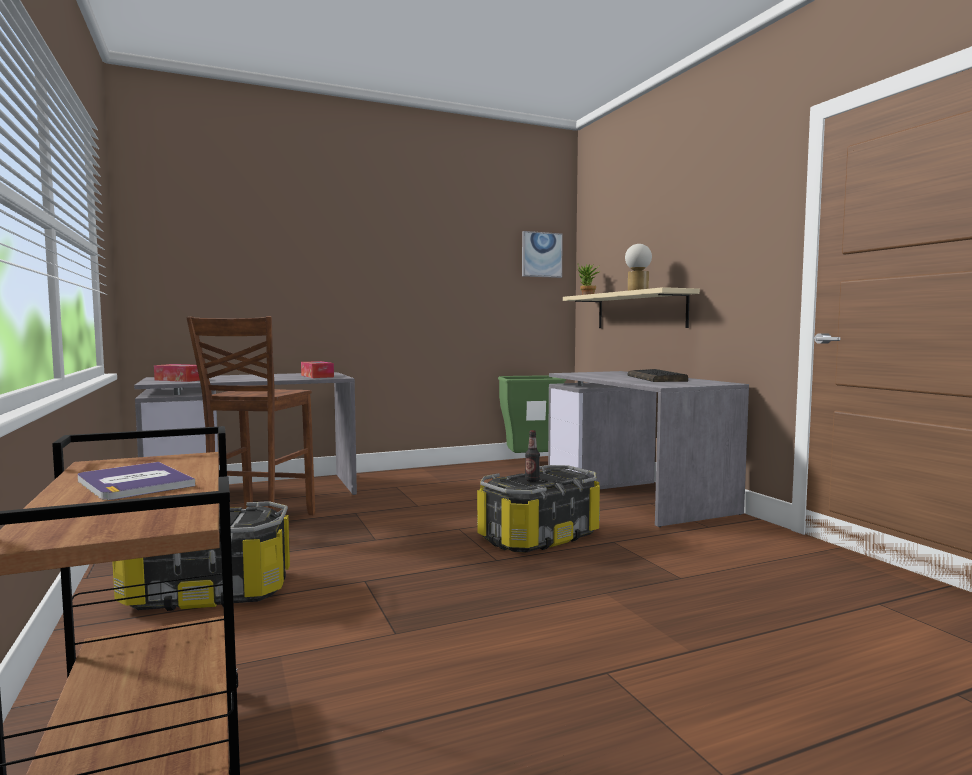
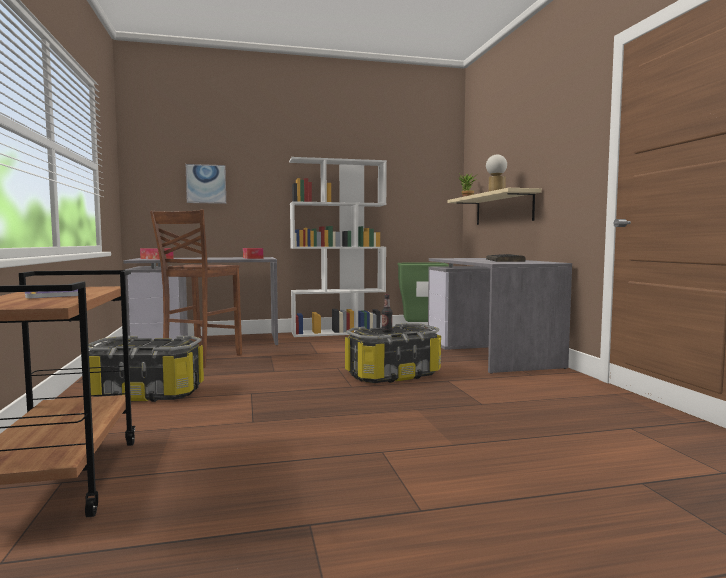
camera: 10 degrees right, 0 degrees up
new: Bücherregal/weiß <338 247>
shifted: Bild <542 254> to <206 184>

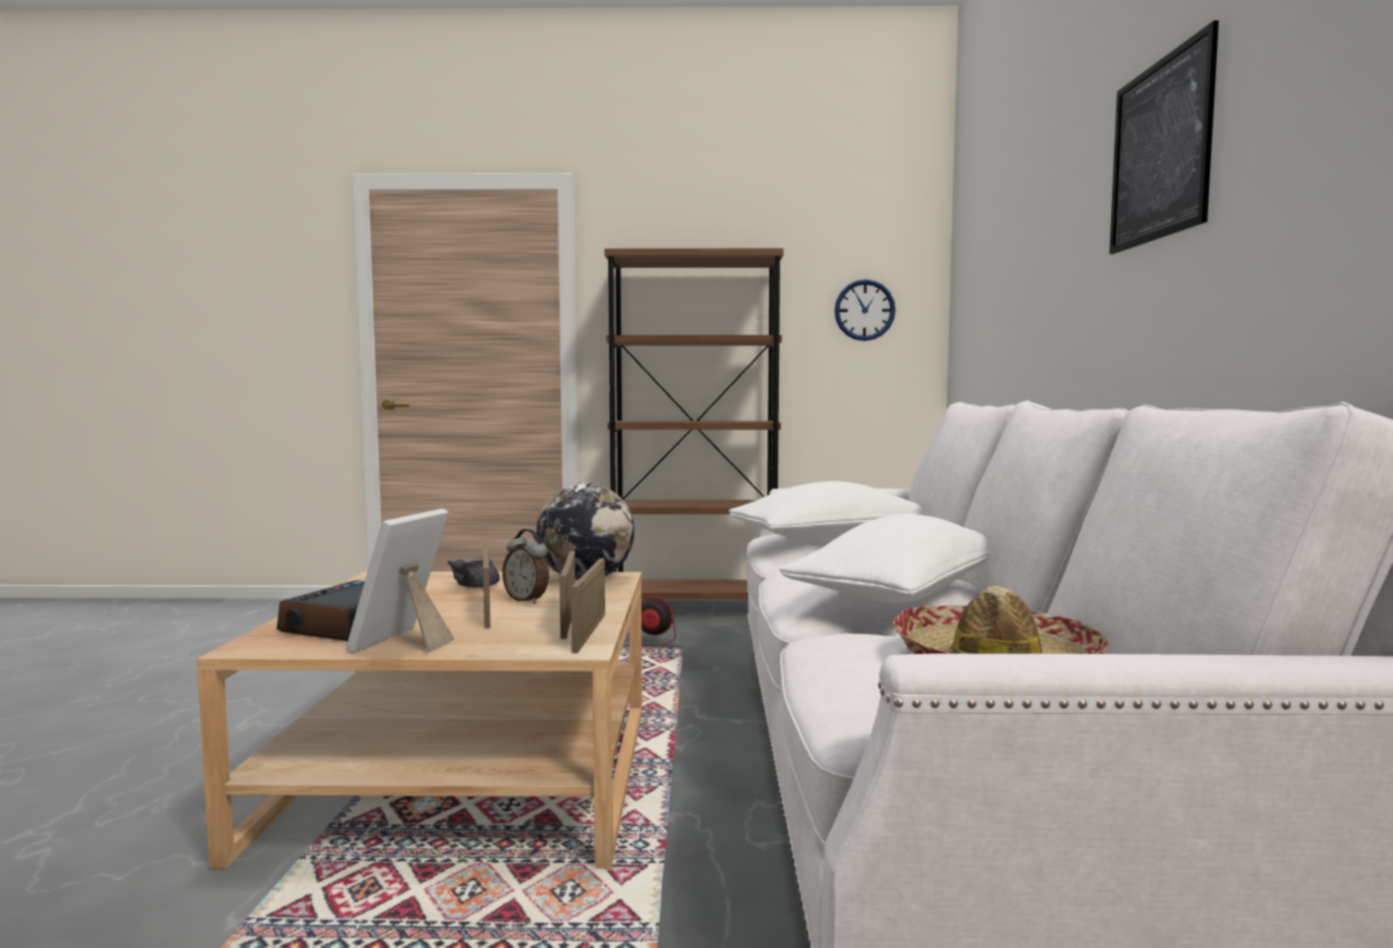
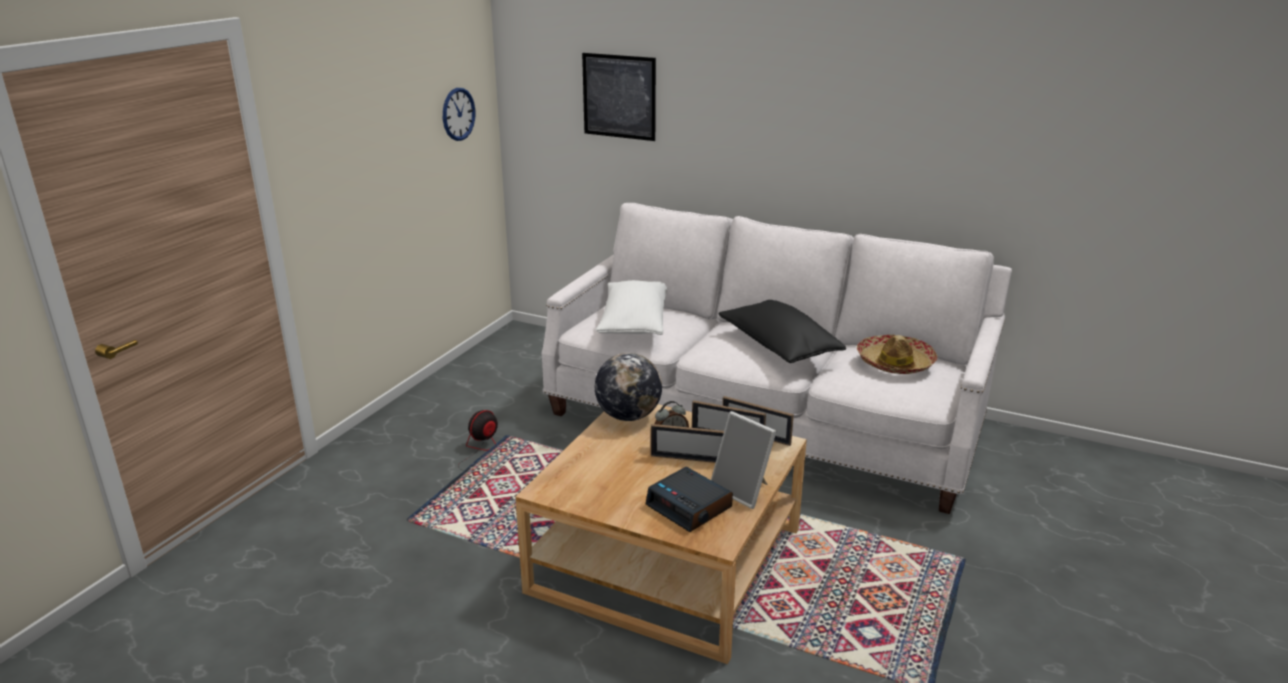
camera: 65 degrees left, 20 degrees up
gone: Teekanne/grau <473 573>; Bücherregal/braun <694 424>
shifted: Bild <1164 137> to <619 97>
repainted: Kissen/weiß <884 558> to Kissen/schwarz <782 331>

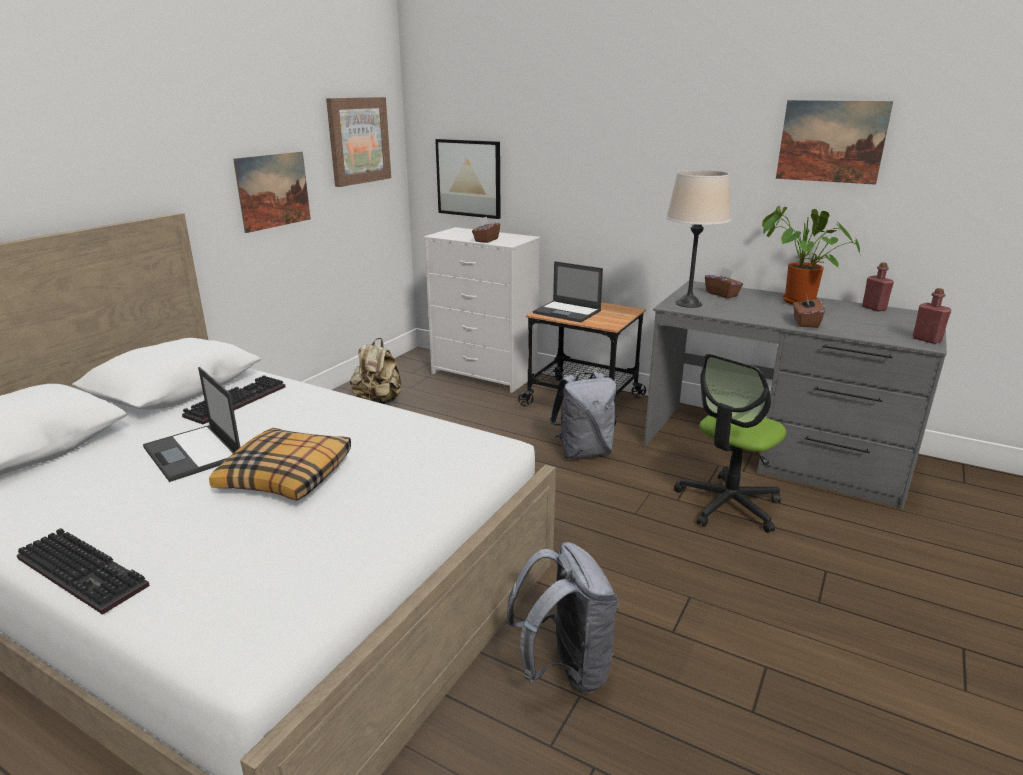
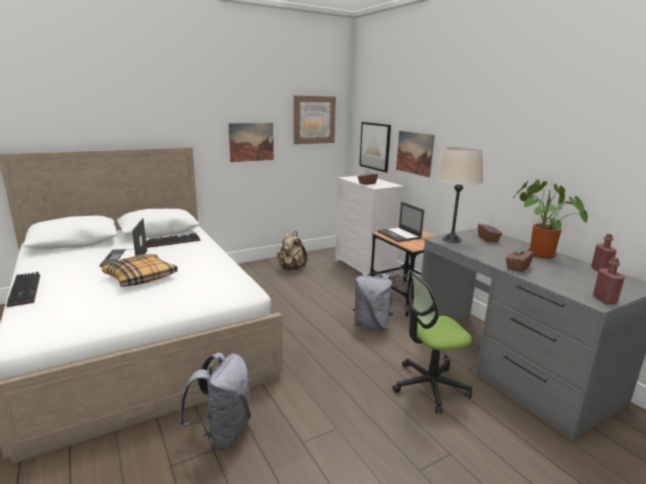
camera: 30 degrees right, 5 degrees down
shifted: Bild <834 142> to <415 154>

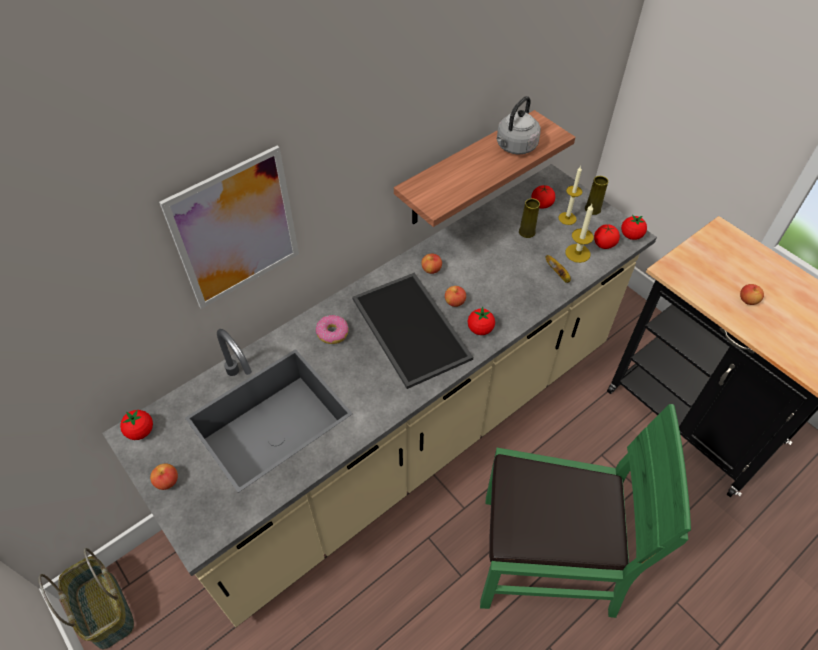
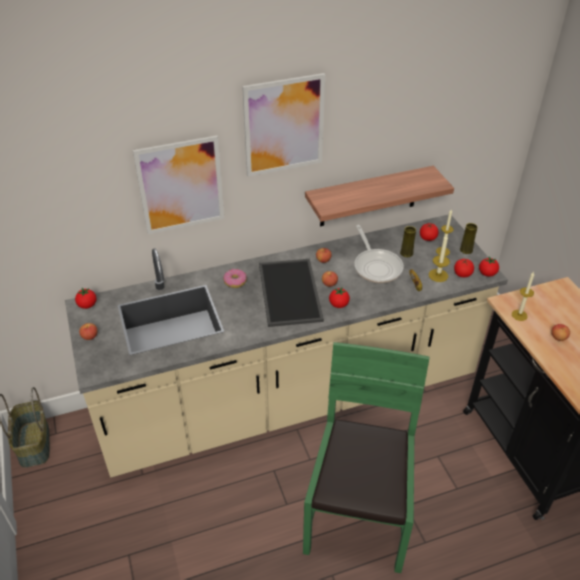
camera: 20 degrees right, 10 degrees down
gone: Wasserkessel/grau <519 125>
new: Bild <283 125>; Pfanne <379 254>; Kerze <523 296>
rotated: Stuhl/grün <585 511> = <366 457> 105 degrees counterclockwise

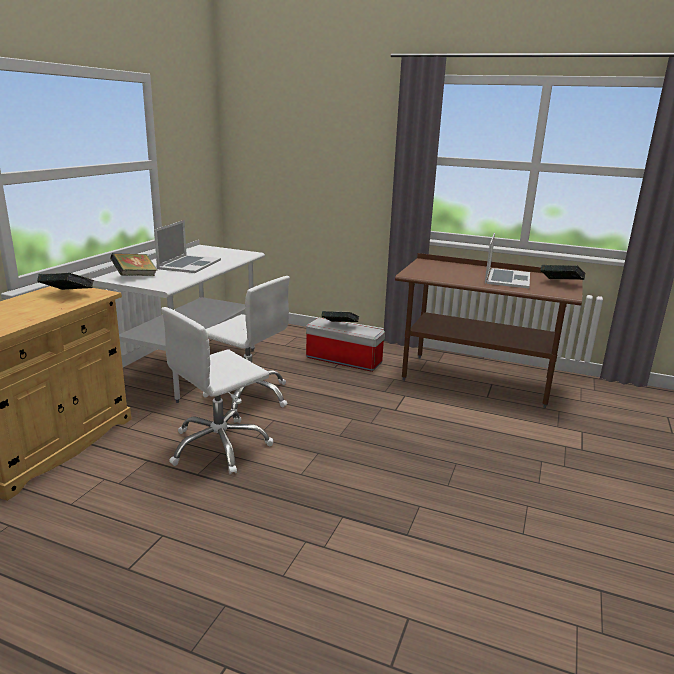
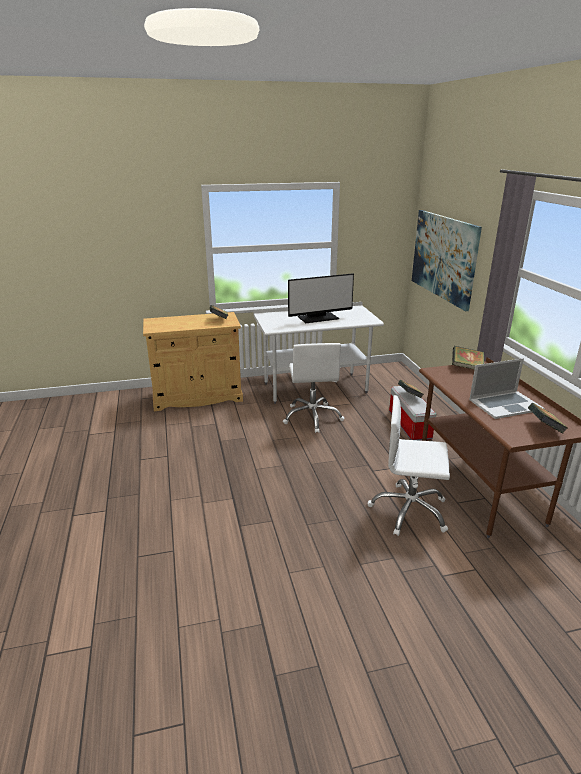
camera: 55 degrees right, 5 degrees up
new: Bild <447 260>
shifted: Bürostuhl/weiß <217 390> to <409 465>; Buch <133 264> to <468 358>
swapped: Laptop <187 246> to Monitor <321 298>

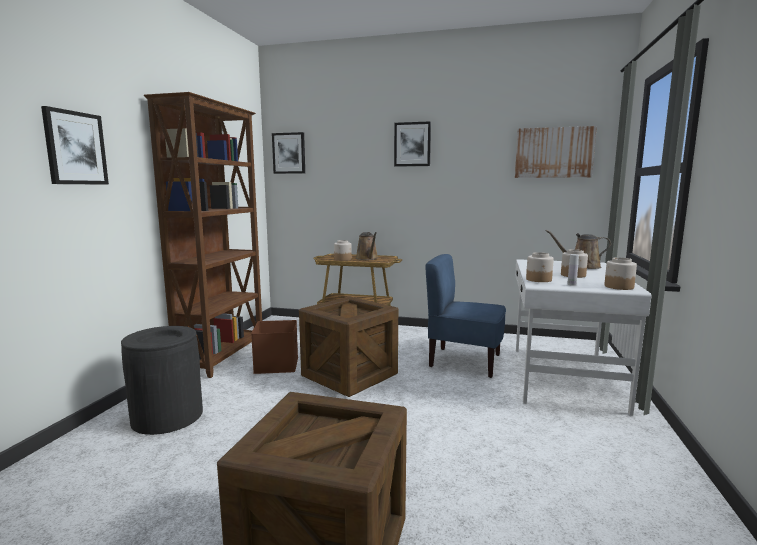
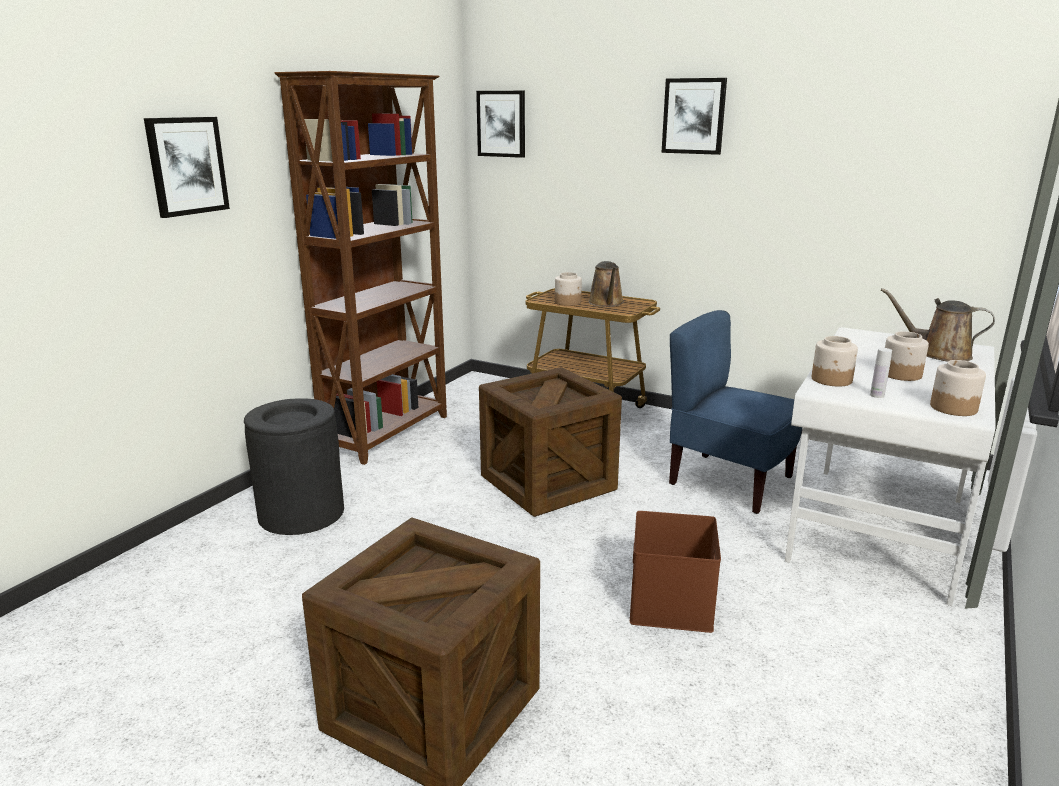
camera: 15 degrees right, 10 degrees up
gone: Bild <556 152>
shifted: Aufbewahrungsbox/braun <274 347> to <675 572>

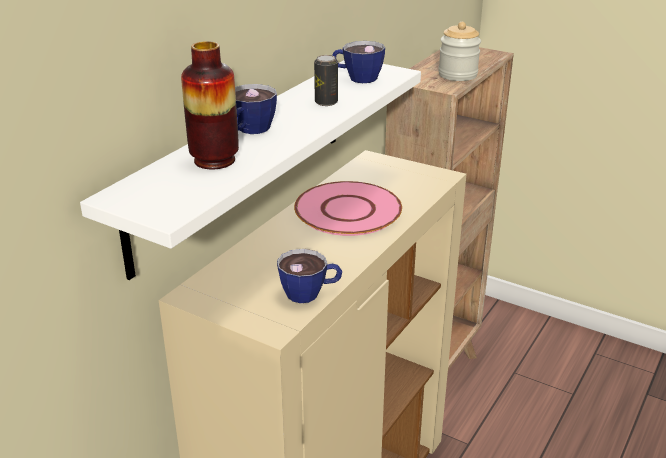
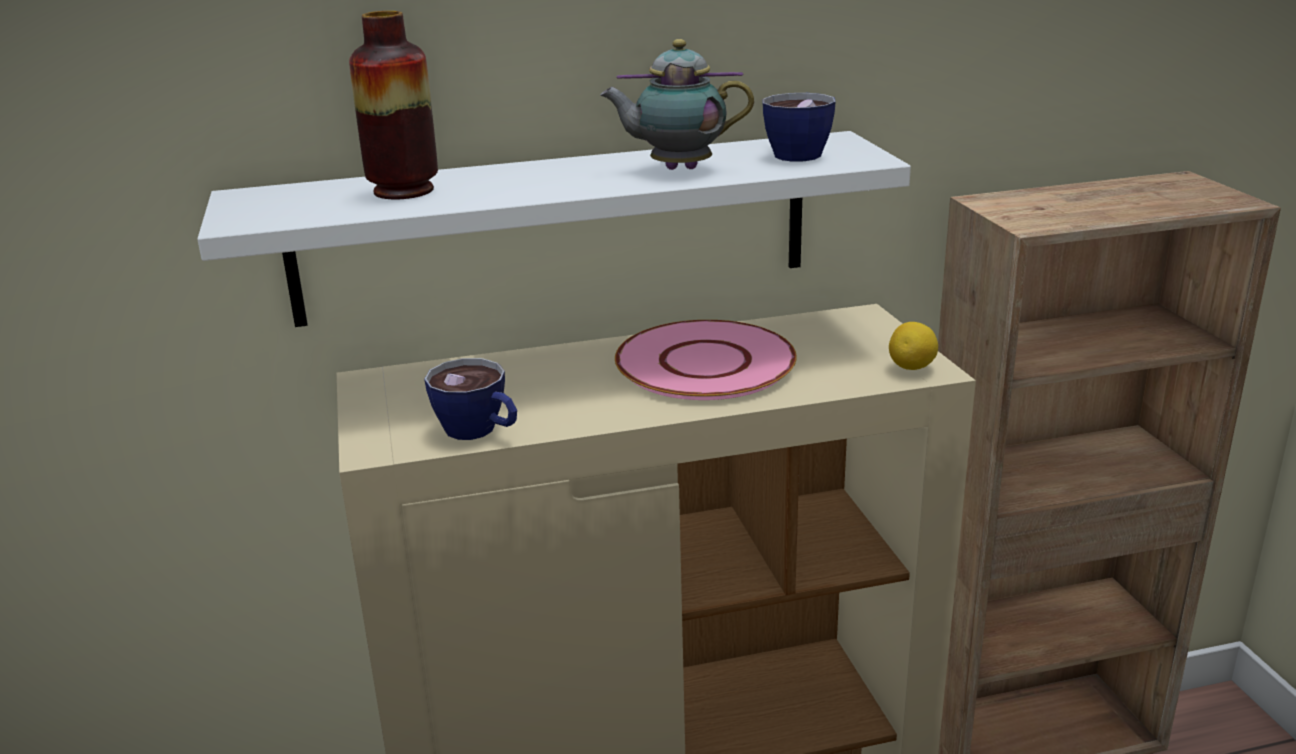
camera: 45 degrees right, 5 degrees down
gone: Tasse <256 109>; Vorratsglas <459 51>
new: Zitrone <913 346>
swapped: Dose <326 80> to Teekanne <677 104>

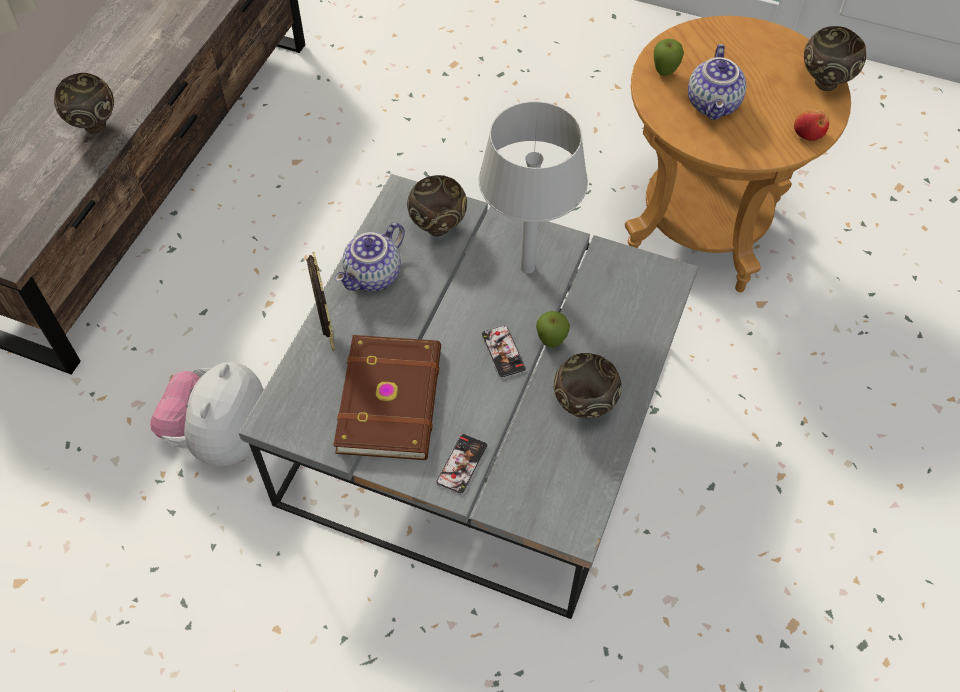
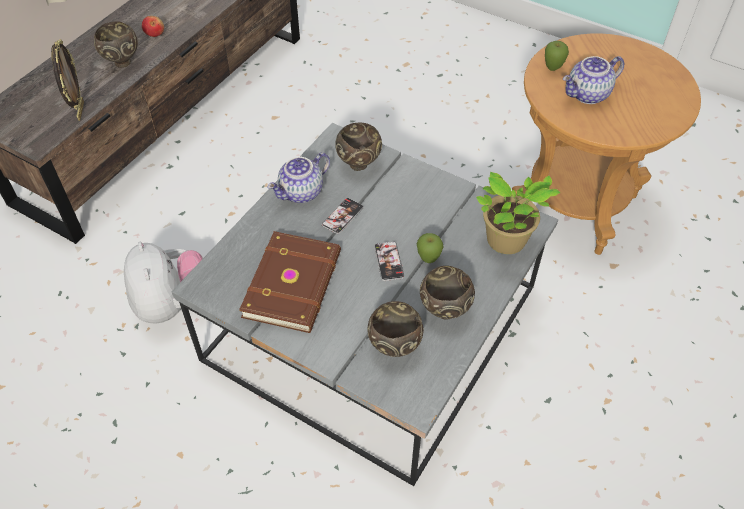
camera: 10 degrees right, 5 degrees down
gone: Tischlampe/grau <533 187>
new: Topfpflanze <518 213>
shifted: Bilderrahmen <320 301> to <67 80>; Apfel <811 125> to <153 26>; Handy <462 464> to <343 216>; Schüssel/braun <835 58> to <395 329>
rotated: Plüschtier <207 414> = <163 282> 135 degrees clockwise; Teekanne <717 82> = <593 80> 45 degrees clockwise

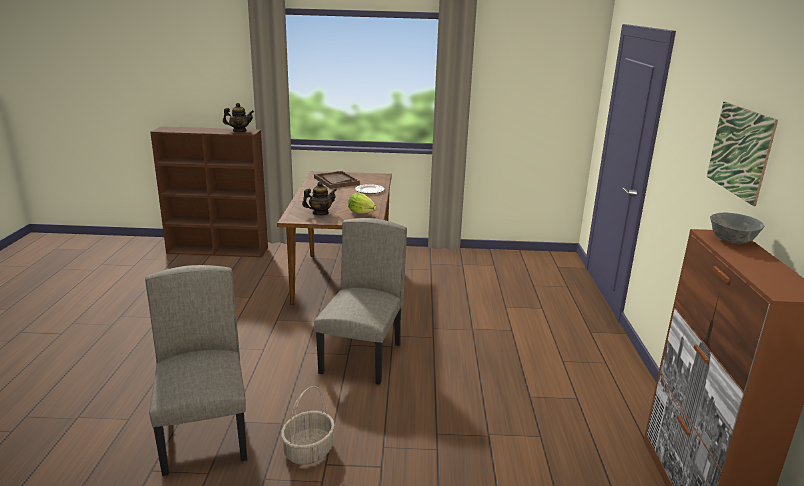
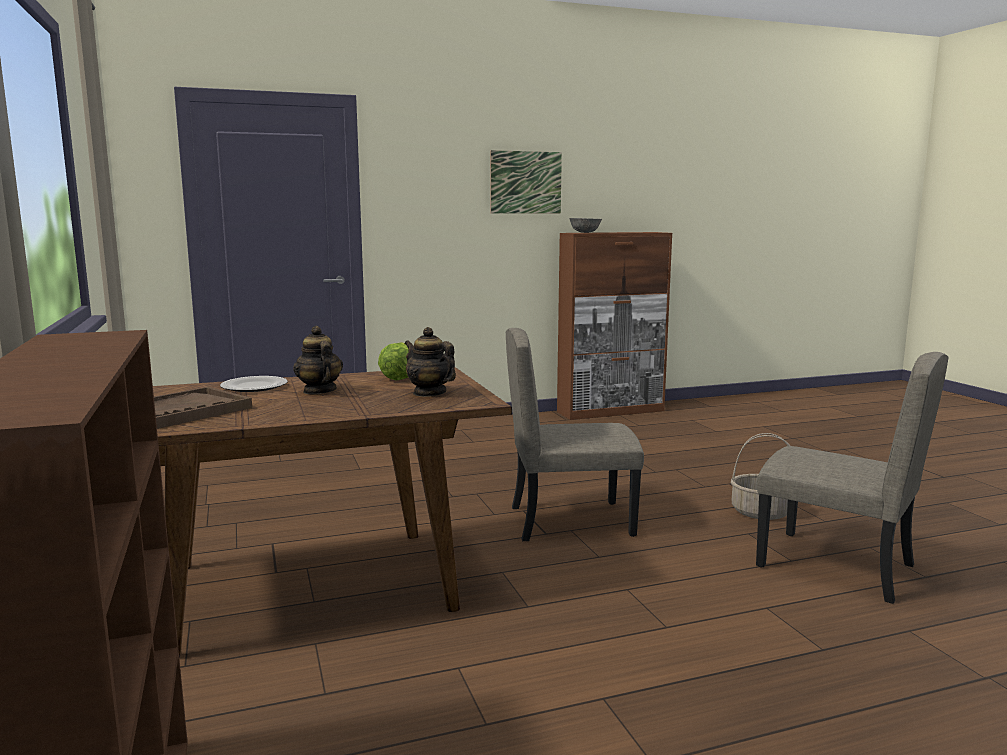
camera: 110 degrees left, 10 degrees down
shifted: Teekanne <238 117> to <318 360>
rotated: Stuhl/beige <196 370> = <852 478> 105 degrees counterclockwise

